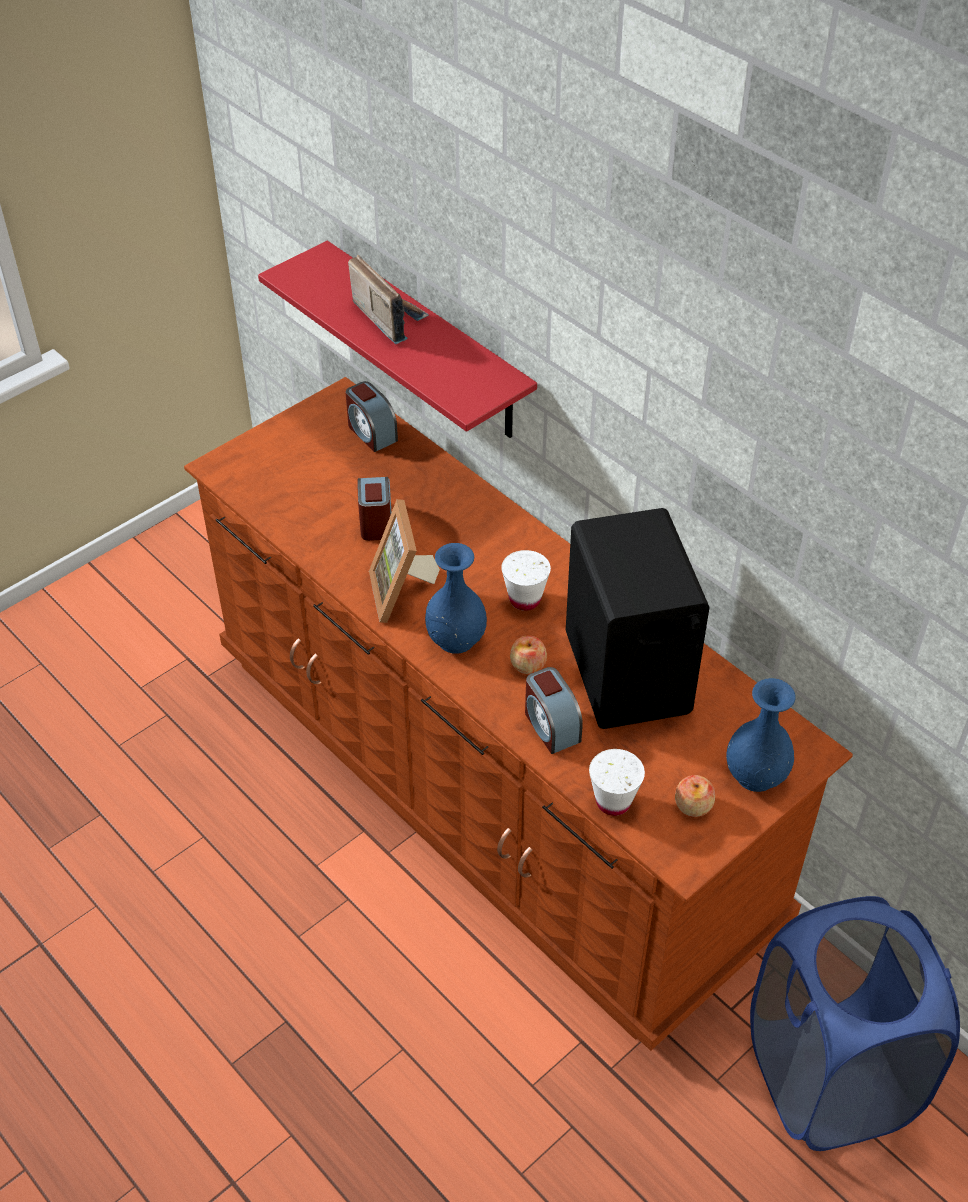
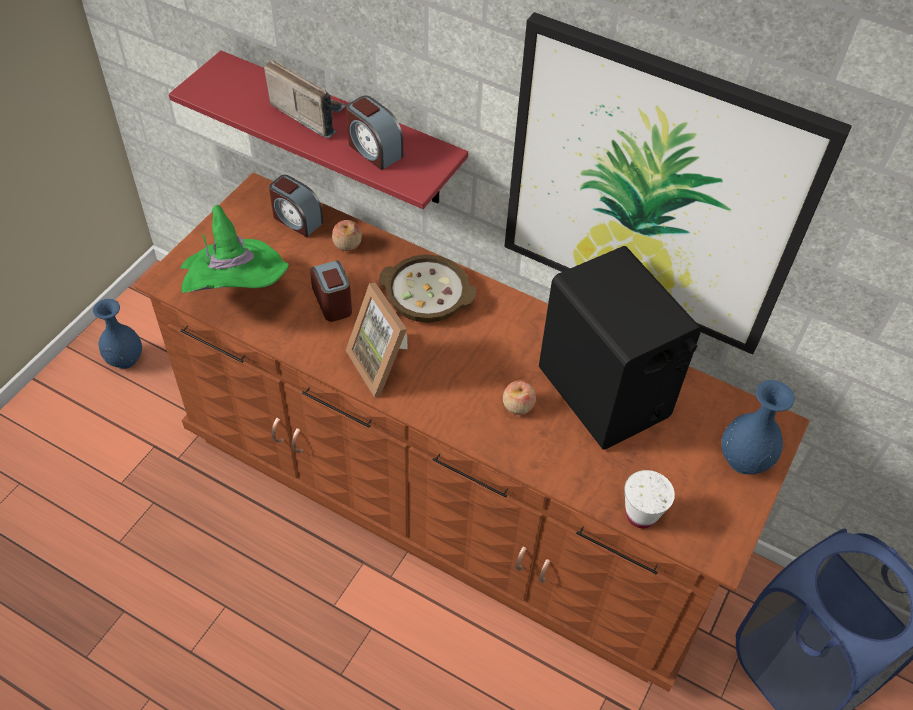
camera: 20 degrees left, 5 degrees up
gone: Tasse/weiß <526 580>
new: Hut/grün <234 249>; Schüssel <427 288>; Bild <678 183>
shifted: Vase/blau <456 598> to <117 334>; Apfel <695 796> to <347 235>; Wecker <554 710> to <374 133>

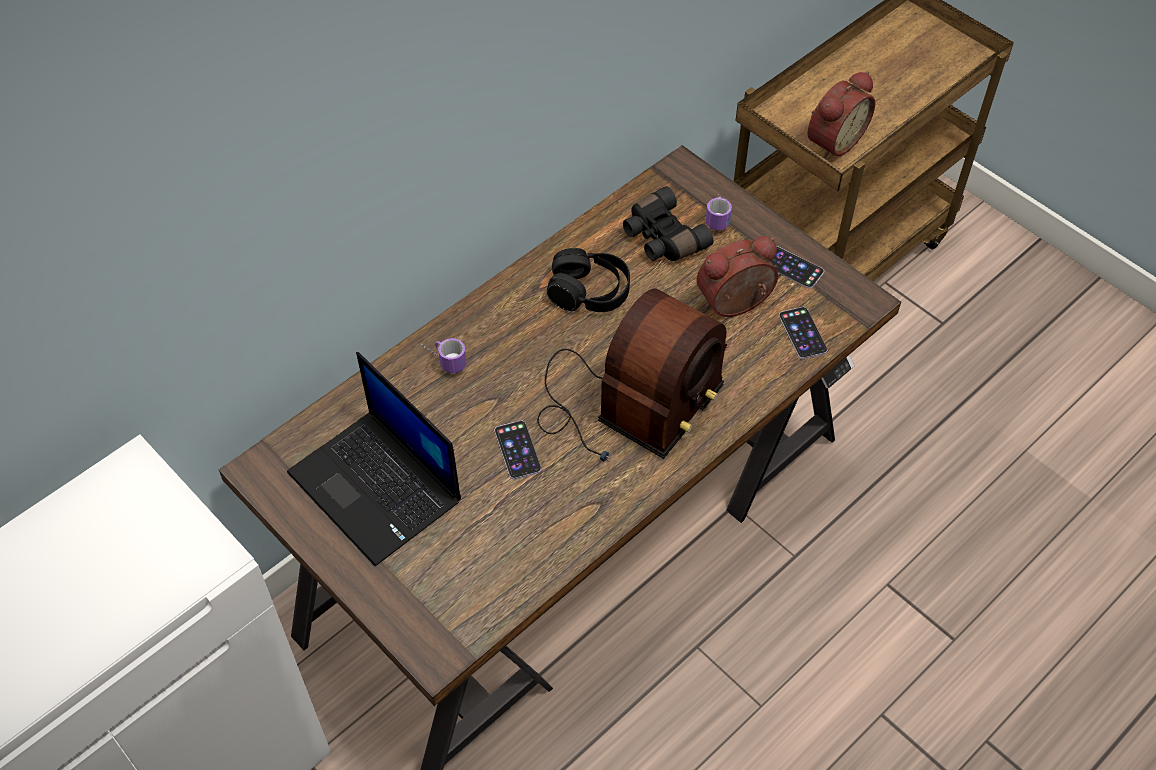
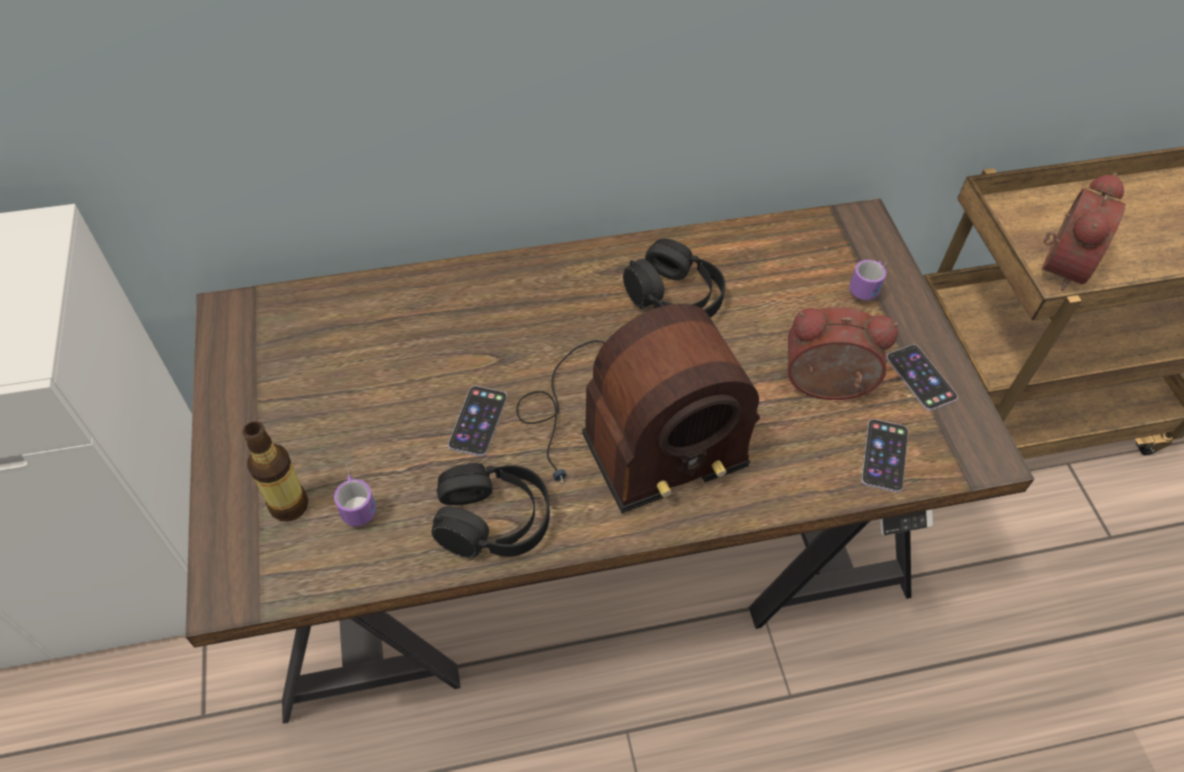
camera: 30 degrees right, 0 degrees up
gone: Laptop <374 459>; Fernglas/schwarz <668 223>
new: Flasche <275 471>; Kopfhörer/schwarz <491 510>
shifted: Henkelbecher <443 355> to <355 495>
rotated: Wecker <841 114> = <1084 231> 45 degrees counterclockwise

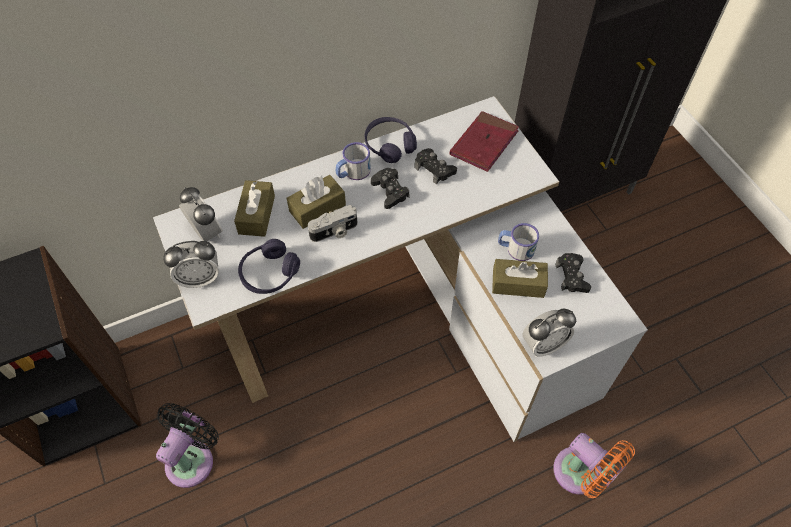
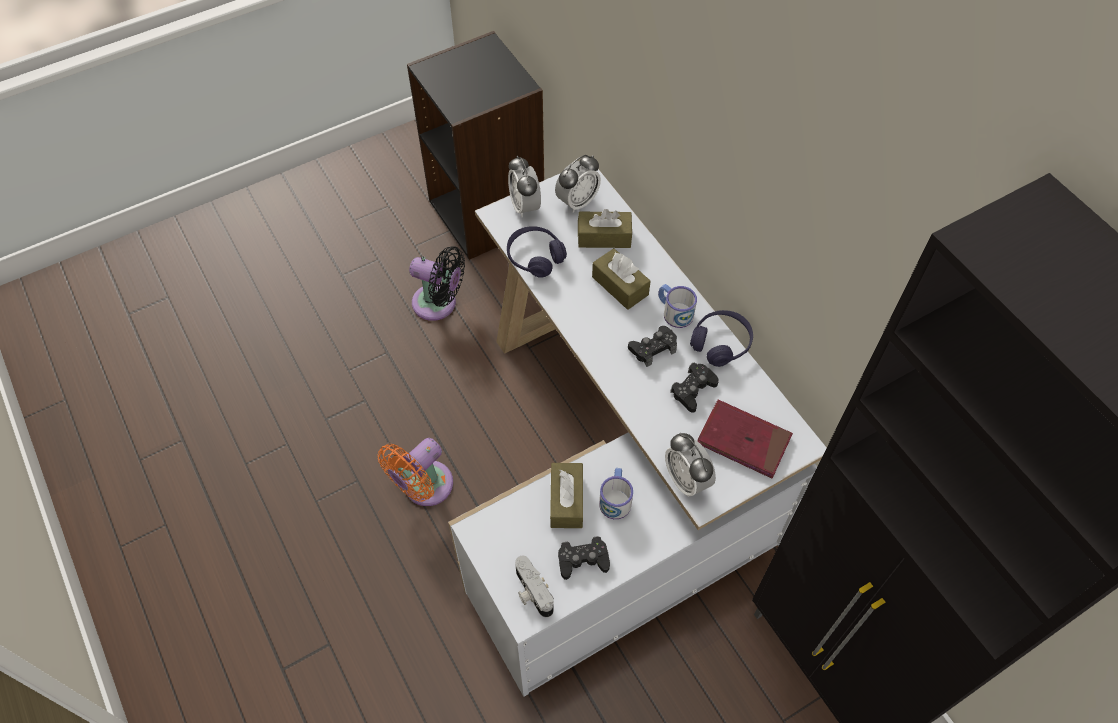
camera: 85 degrees right, 0 degrees up
shifted: Ventilator/orange <594 465> to <415 472>; Kamera <333 223> to <534 587>; Wecker <549 332> to <690 465>

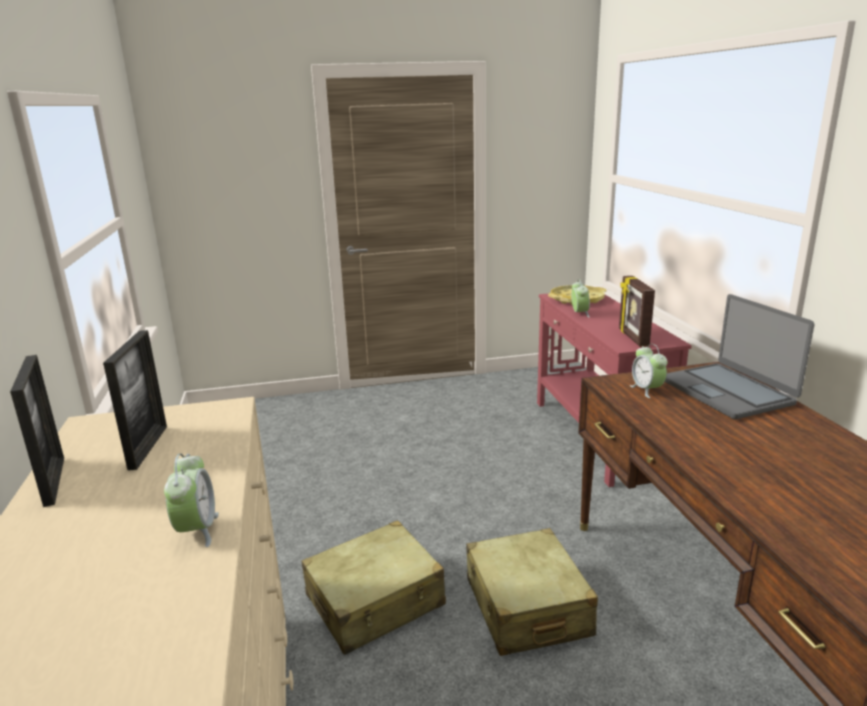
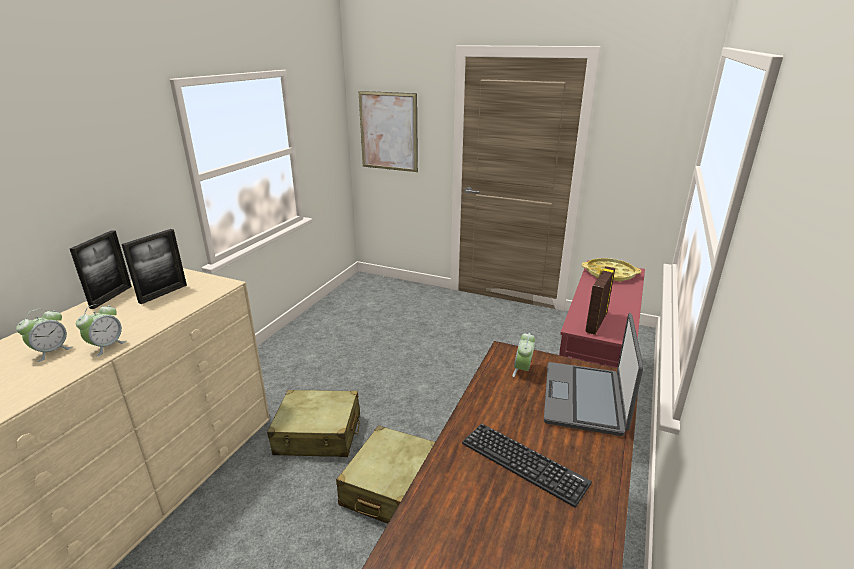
camera: 35 degrees right, 5 degrees up
new: Bild <388 131>; Tastatur <527 465>
shifted: Wecker <580 298> to <44 335>

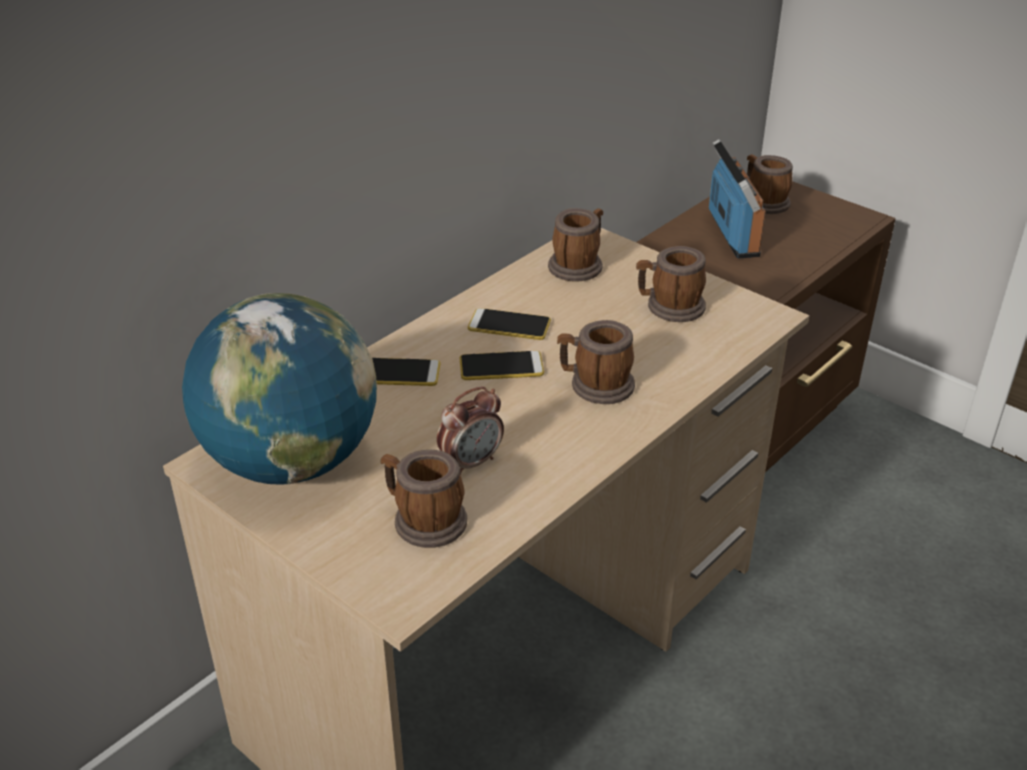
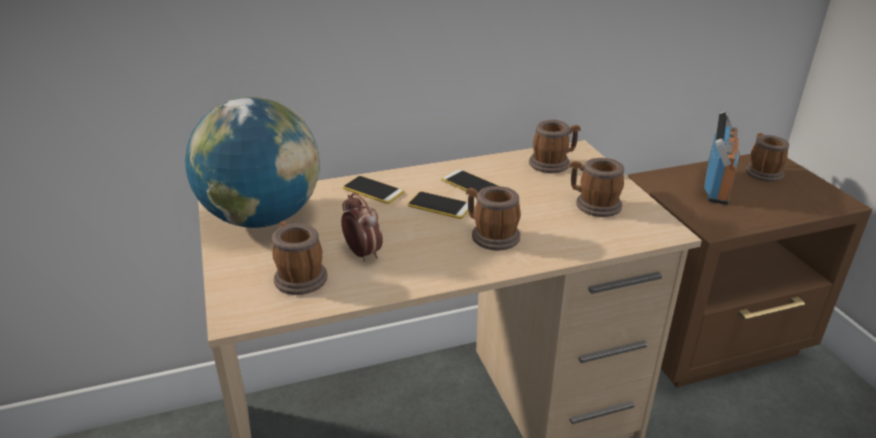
camera: 30 degrees right, 5 degrees down
rotated: Wecker <470 430> = <362 227> 120 degrees counterclockwise

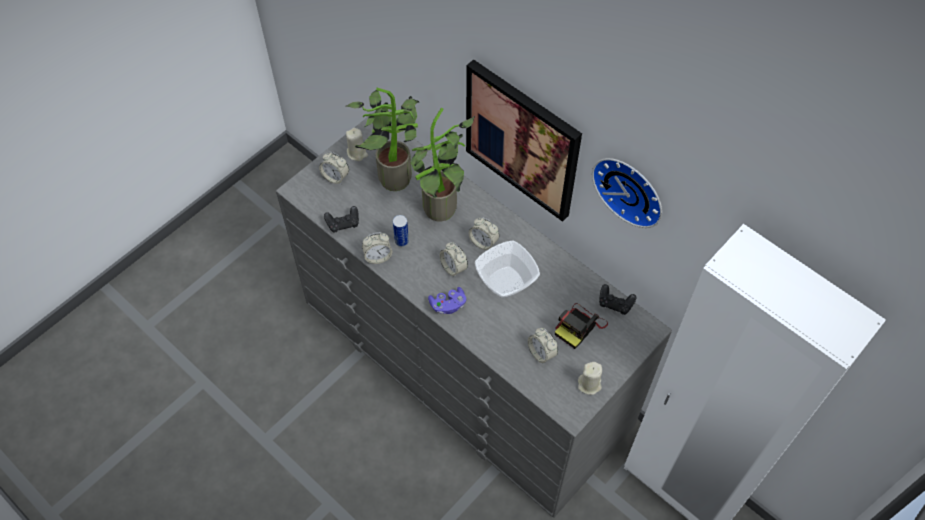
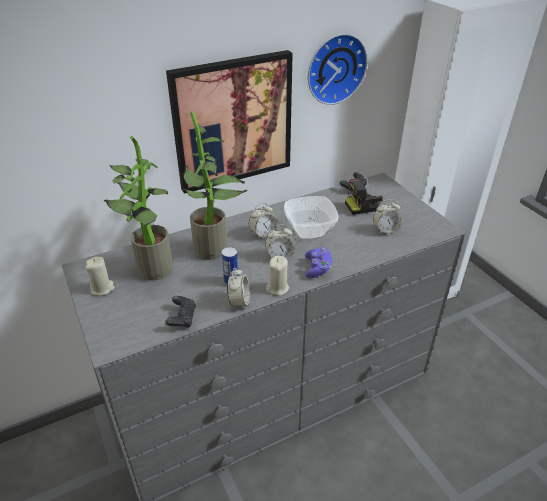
camera: 70 degrees left, 20 degrees down
gone: Wecker <334 168>
shifted: Kerze/beige <590 378> to <277 276>
rotated: Kamera <581 326> = <364 197> 105 degrees clockwise

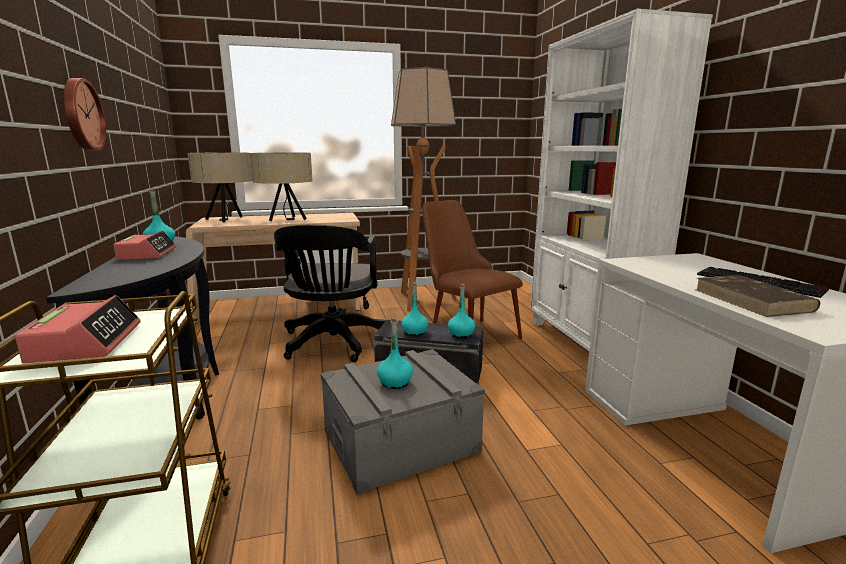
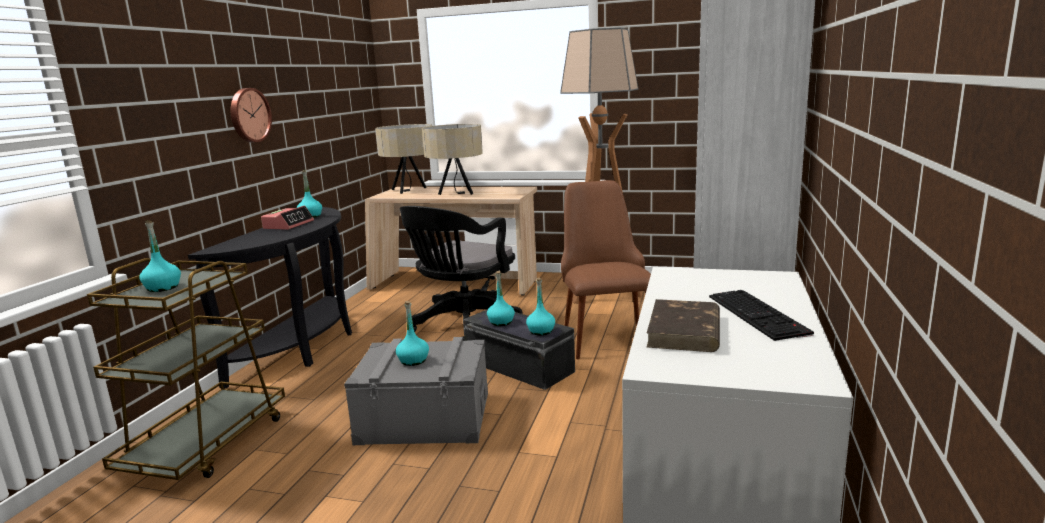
camera: 30 degrees right, 0 degrees up
swapped: Wecker <78 329> to Flasche/türkis <160 256>

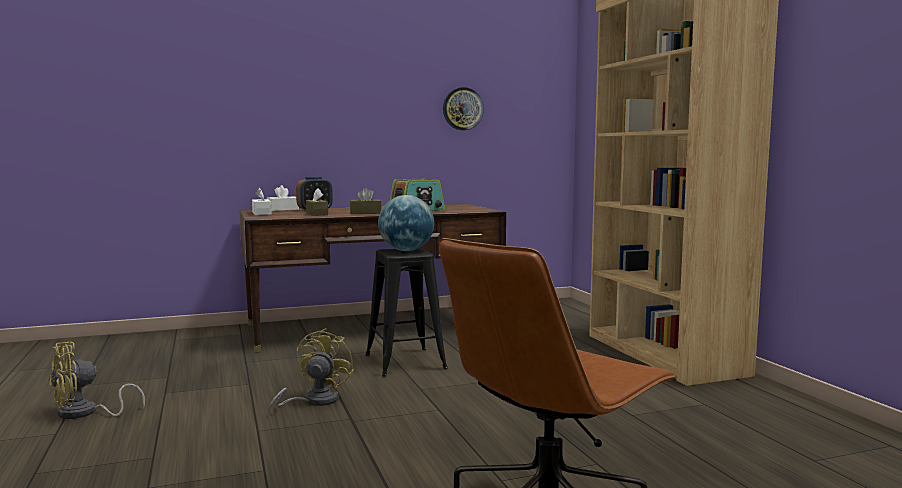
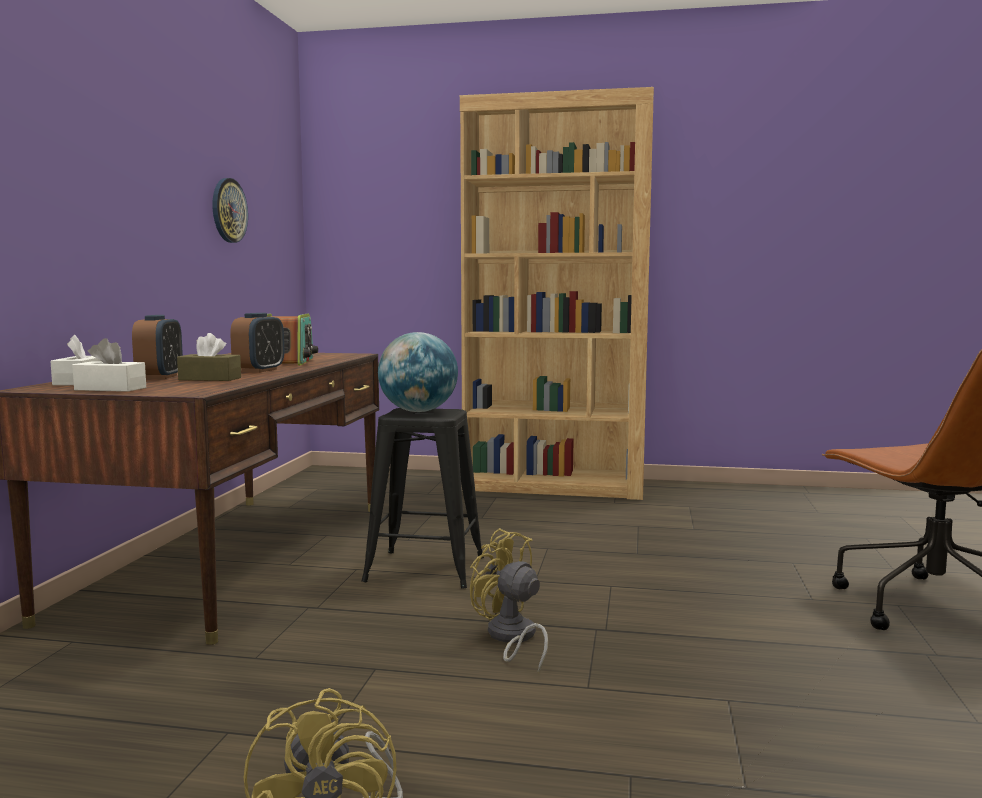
camera: 60 degrees left, 0 degrees up
swapped: Taschentuchbox/braun <366 201> to Wecker <257 343>

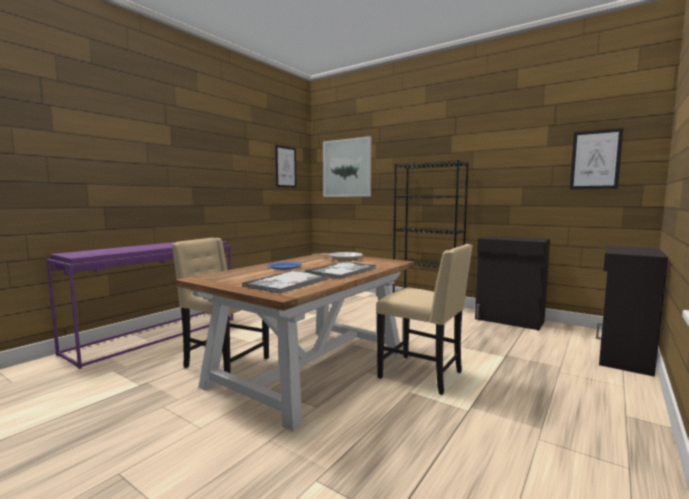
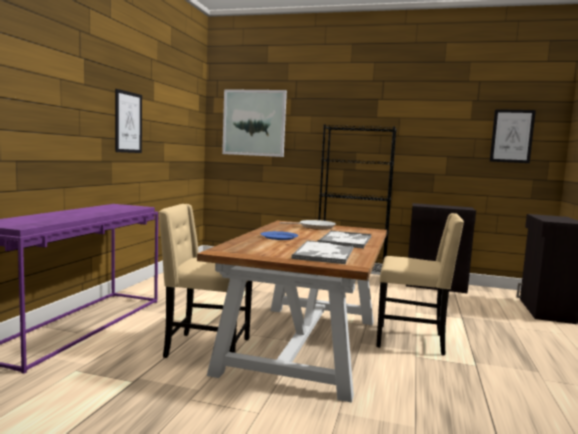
camera: 20 degrees left, 0 degrees up
shifted: Bild <286 166> to <128 121>

